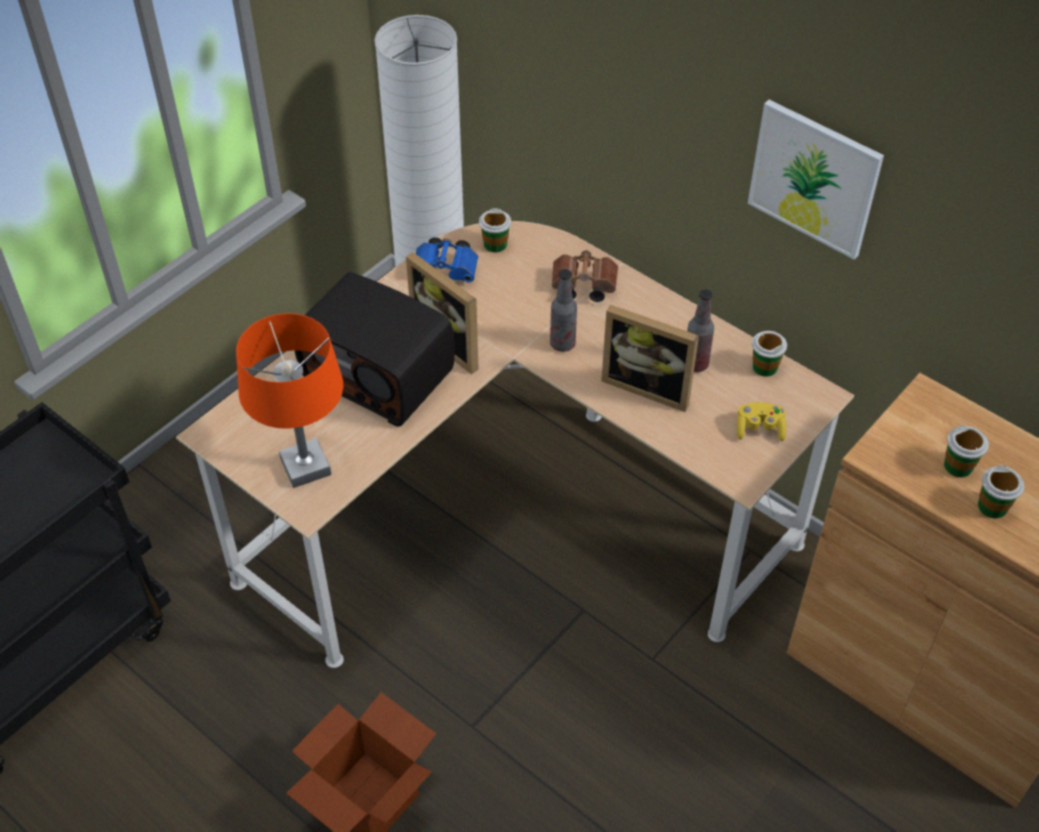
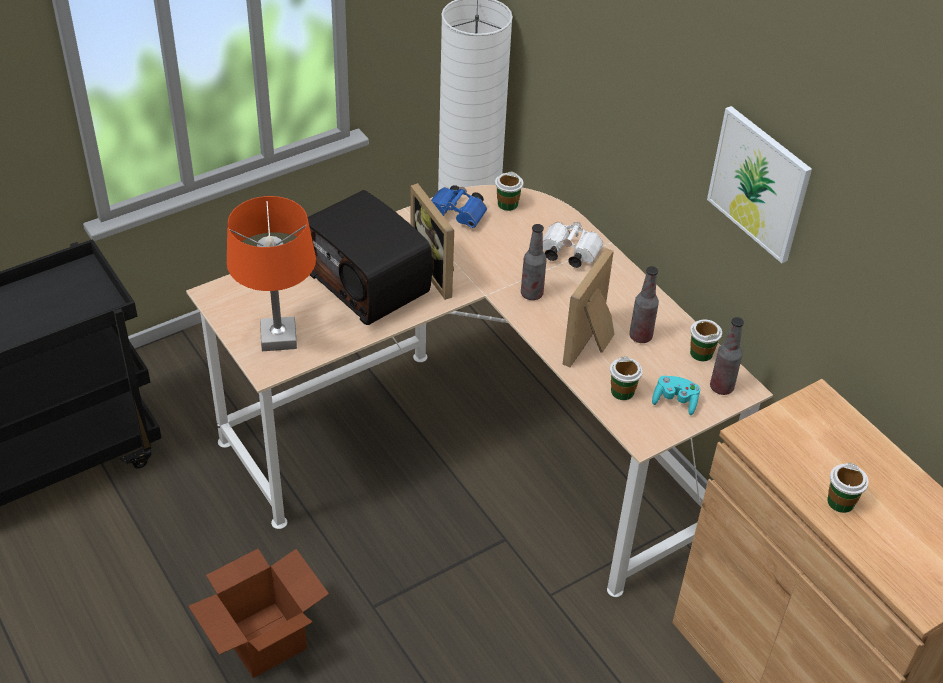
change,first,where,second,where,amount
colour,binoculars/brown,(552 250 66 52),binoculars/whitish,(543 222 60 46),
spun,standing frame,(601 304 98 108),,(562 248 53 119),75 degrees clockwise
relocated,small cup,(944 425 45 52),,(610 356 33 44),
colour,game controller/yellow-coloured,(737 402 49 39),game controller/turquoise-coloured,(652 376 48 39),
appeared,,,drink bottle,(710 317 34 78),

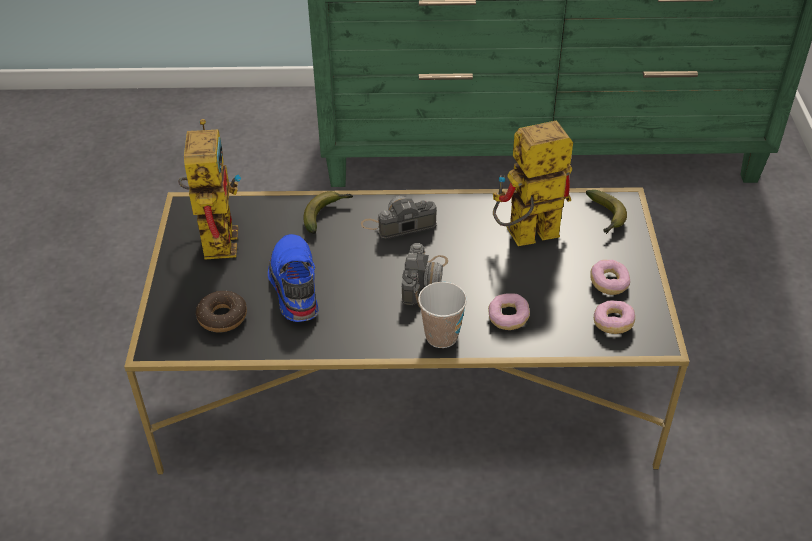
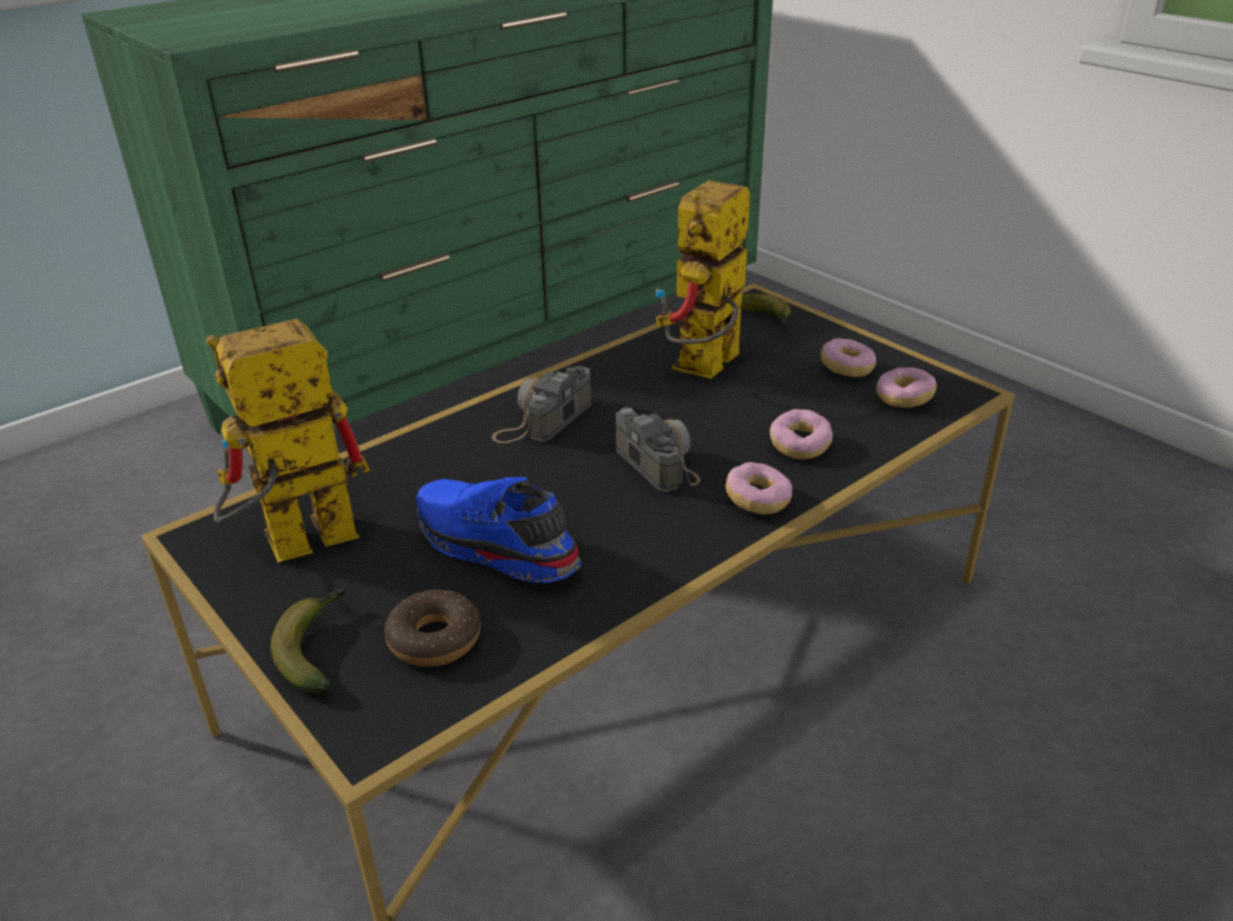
change,first,where,second,where,amount
spun,model robot,(178 119 63 140),,(206 319 164 243),75 degrees counterclockwise
relocated,whole banana,(303 191 50 43),,(271 589 75 105),
exchanged,small cup,(418 282 49 66),ring doughnut,(725 462 67 53),

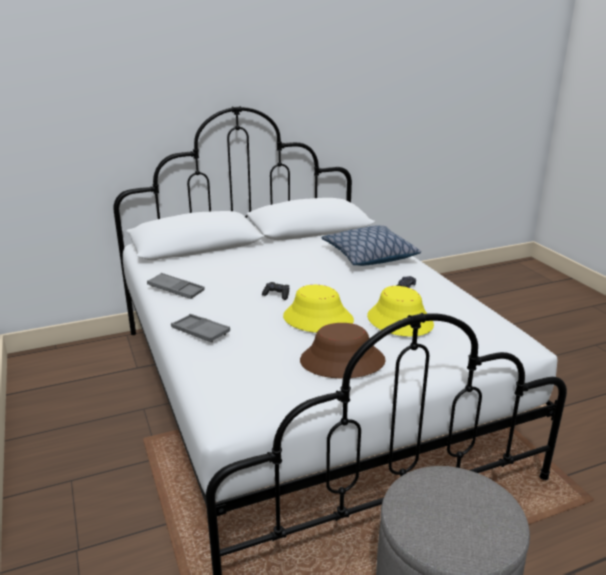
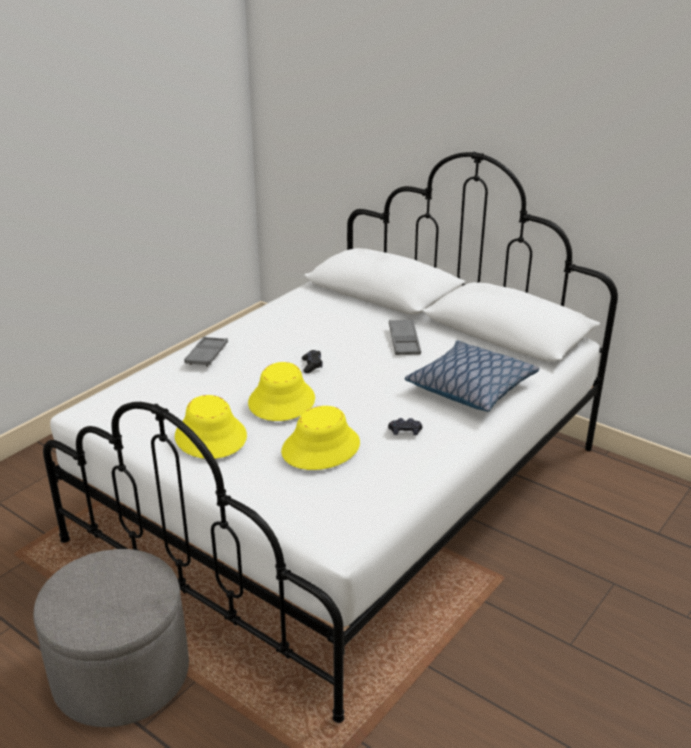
change,first,where,second,where,amount
colour,wearable hat/brown,(300 323 86 55),wearable hat/yellow-coloured,(175 395 72 64),
relocated,tray/gray,(147 273 58 26),,(389 319 32 36),

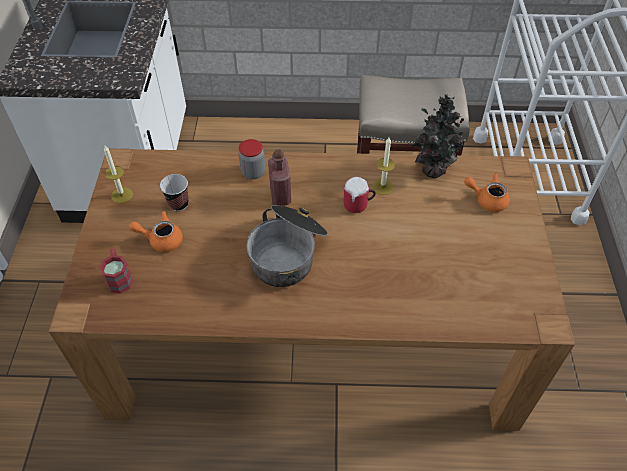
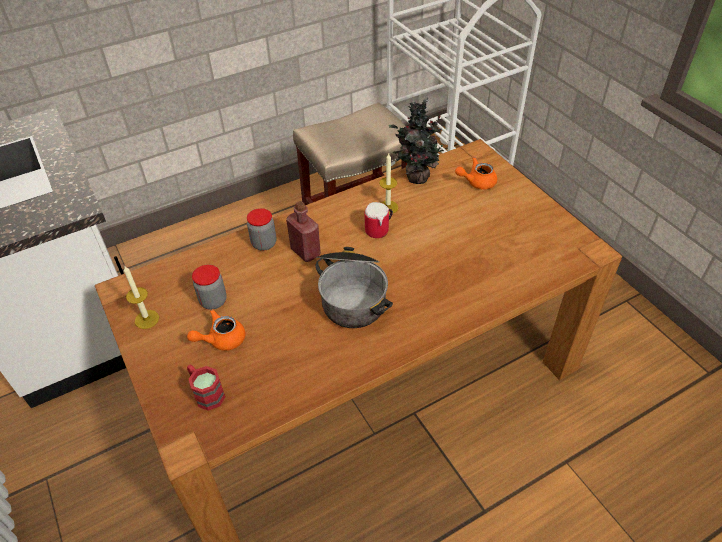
change,first,where,second,where,amount
exchanged,small cup,(160 174 29 37),storage jar,(192 265 35 45),

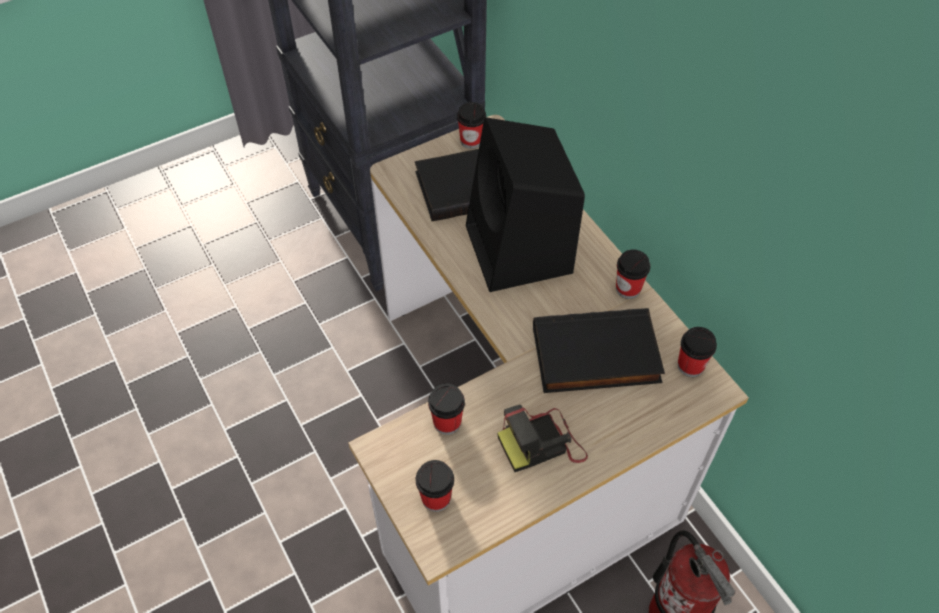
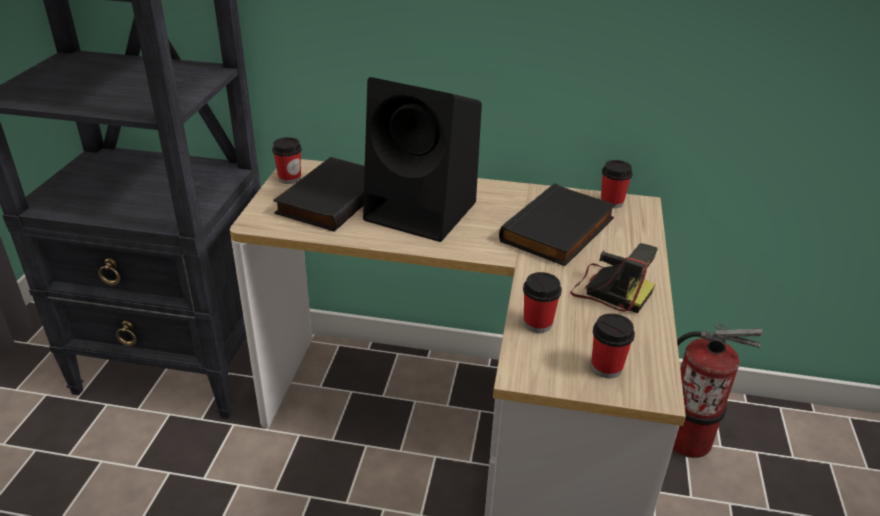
change,first,where,second,where,amount
spun,still camera,(497 405 91 67),,(570 243 88 70),75 degrees counterclockwise
missing,small cup,(616 250 34 49),,,

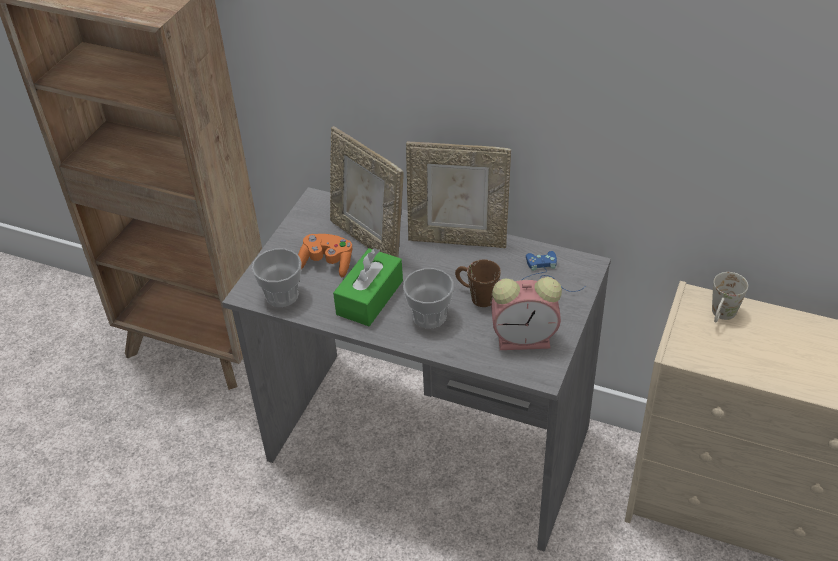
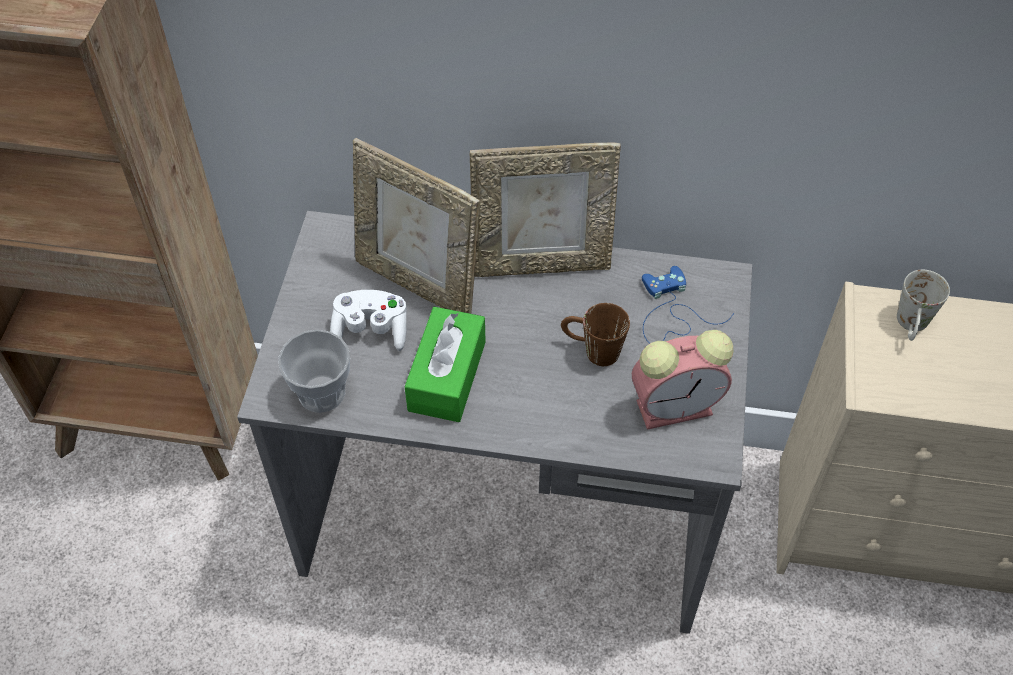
change,first,where,second,where,amount
colour,game controller/orange-coloured,(298 234 54 43),game controller/whitish,(330 290 77 61),
missing,small cup,(403 268 51 60),,,

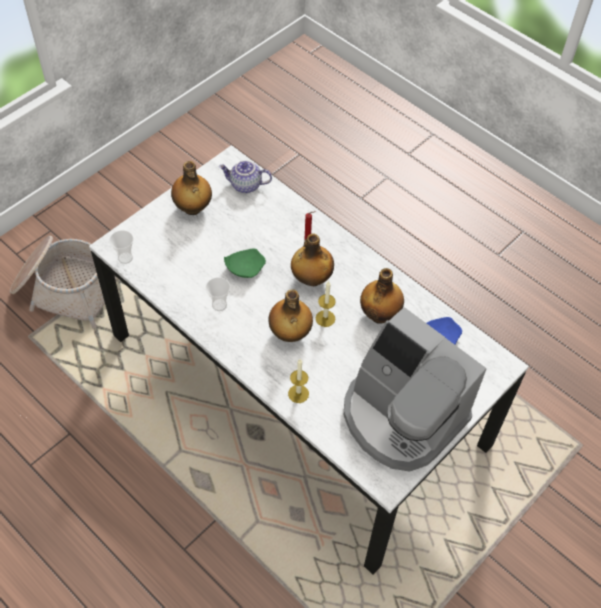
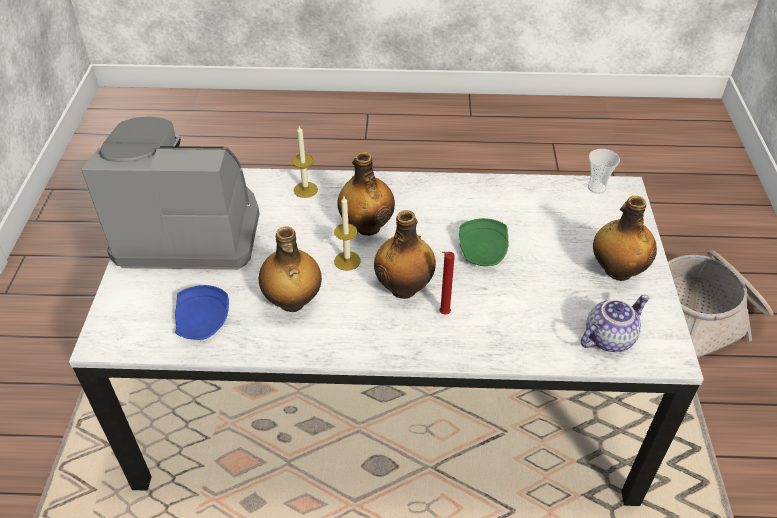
change,first,where,second,where,amount
missing,small cup,(206 277 24 34),,,

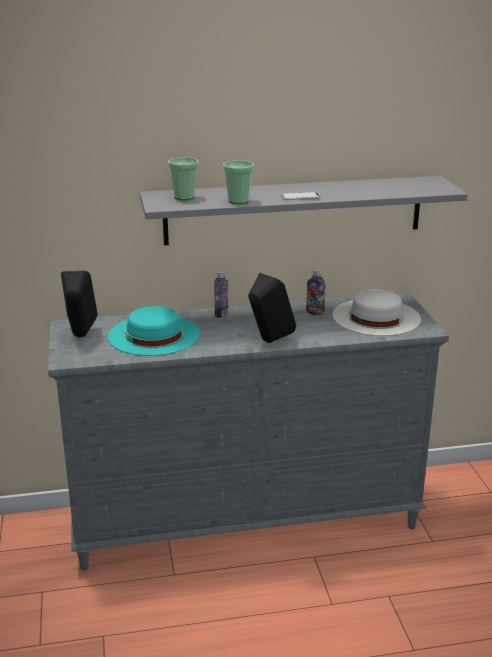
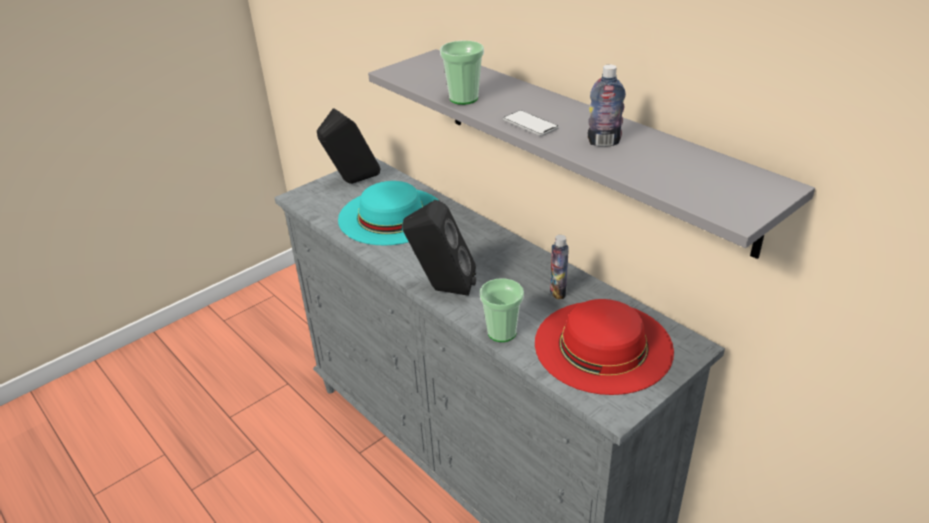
change,first,where,second,where,amount
relocated,small cup,(168 157 31 43),,(480 278 44 64),
colour,wearable hat/whitish,(332 290 89 46),wearable hat/reddish,(535 299 139 96),
relocated,drink bottle,(214 271 14 47),,(587 65 39 82),

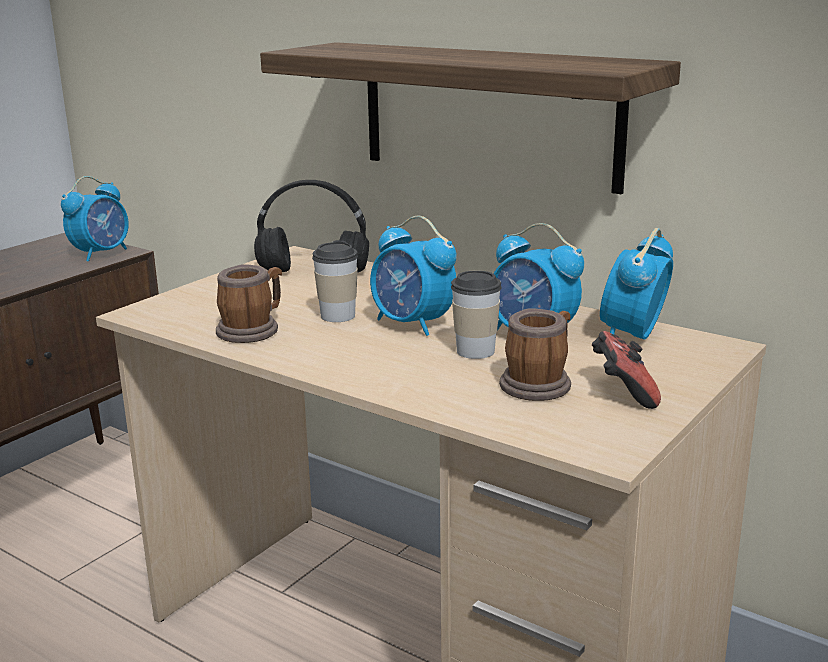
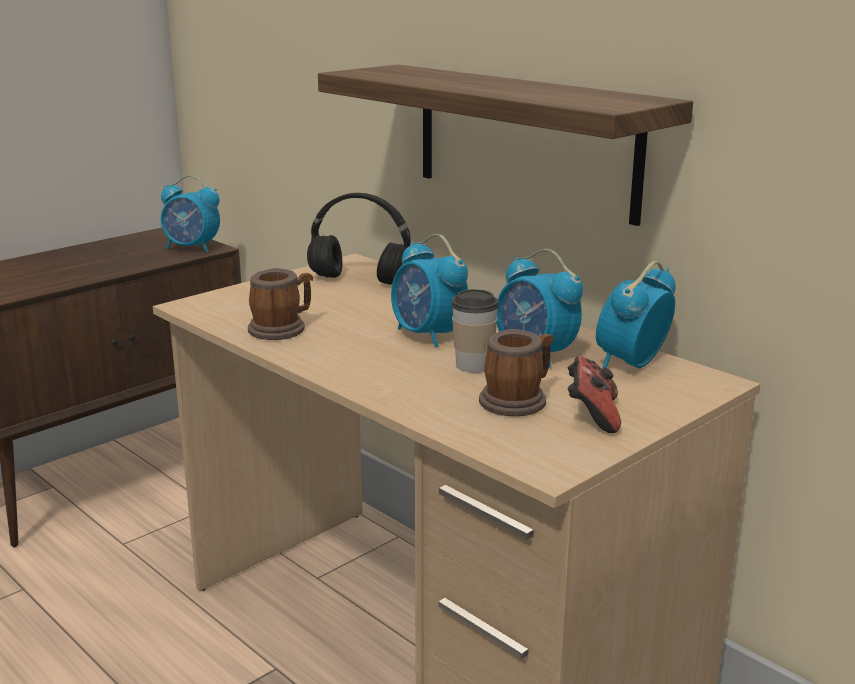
change,first,where,second,where,amount
spun,bedside clock,(61 176 68 86),,(161 175 59 77),60 degrees clockwise
missing,small cup,(312 240 46 82),,,

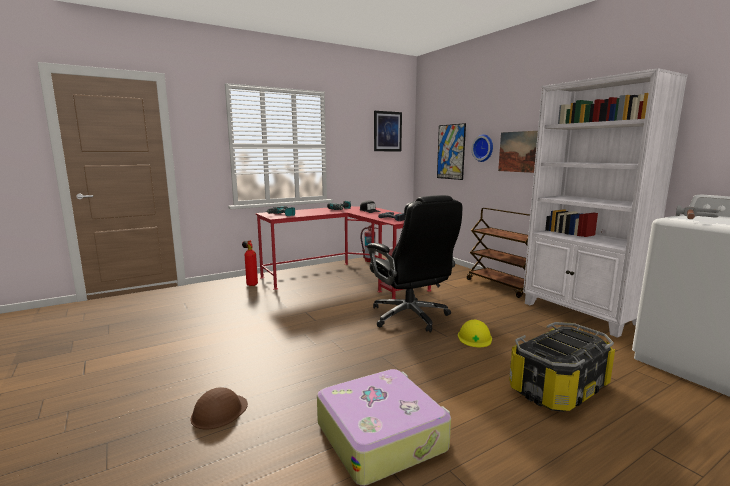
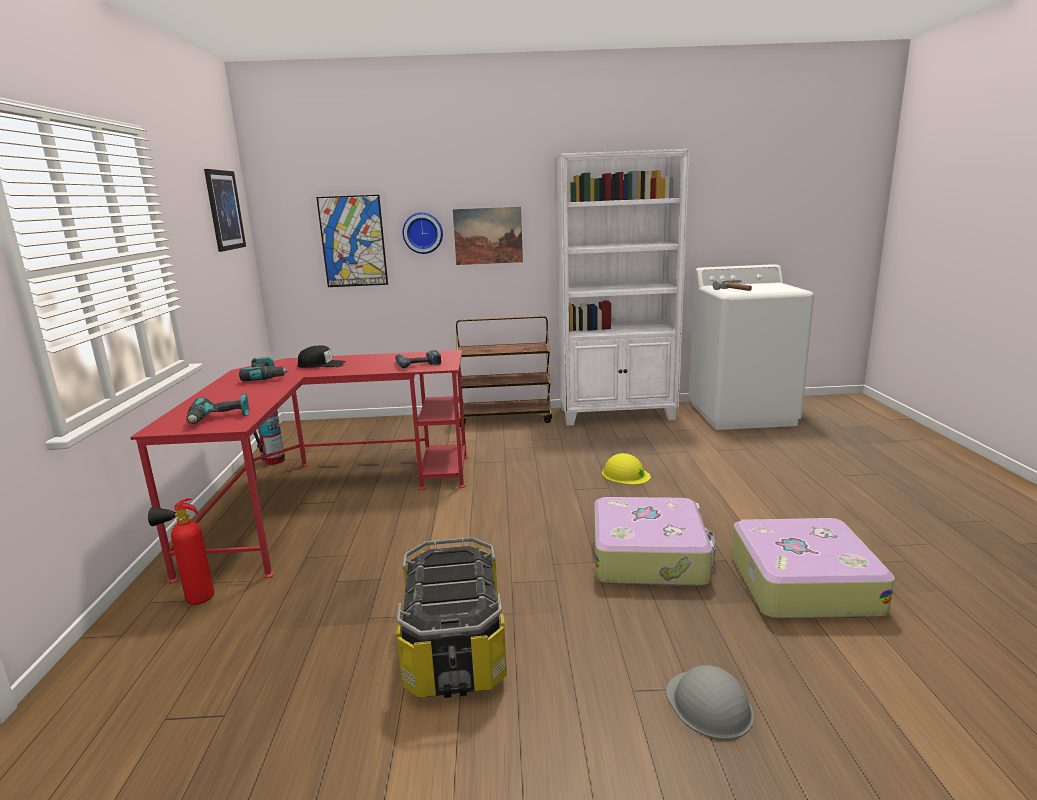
change,first,where,second,where,amount
relocated,storage box,(509 322 106 90),,(396 537 111 161),
appeared,,,piece of luggage,(594 497 122 89),
colour,hard hat/brown,(190 387 58 43),hard hat/gray,(666 665 88 75),
missing,desk chair/blackish,(367 195 95 138),,,

